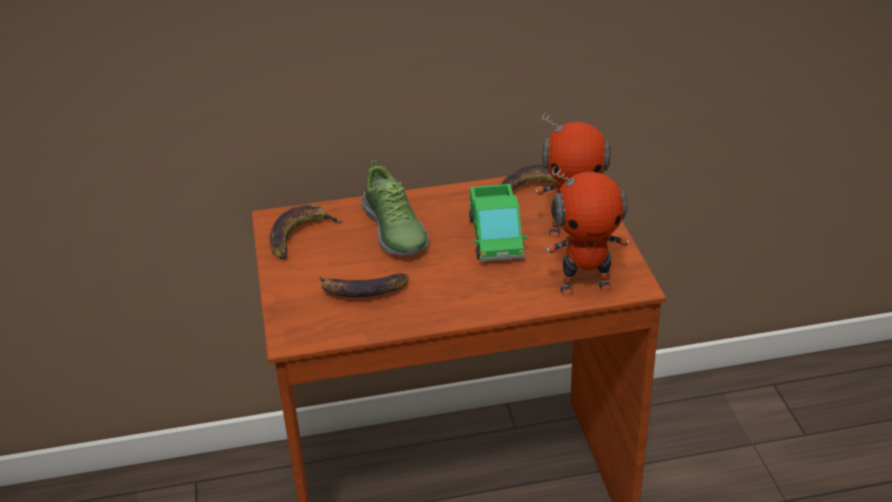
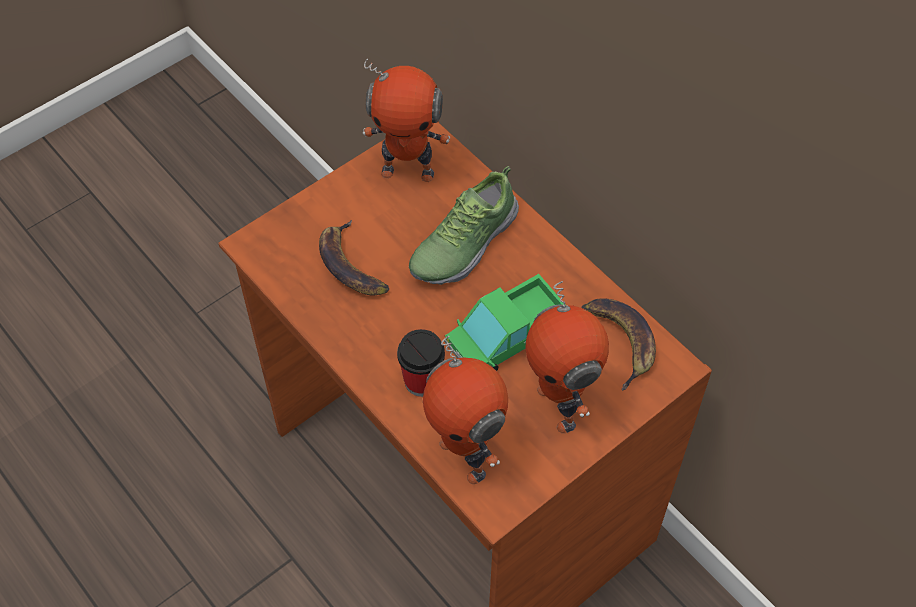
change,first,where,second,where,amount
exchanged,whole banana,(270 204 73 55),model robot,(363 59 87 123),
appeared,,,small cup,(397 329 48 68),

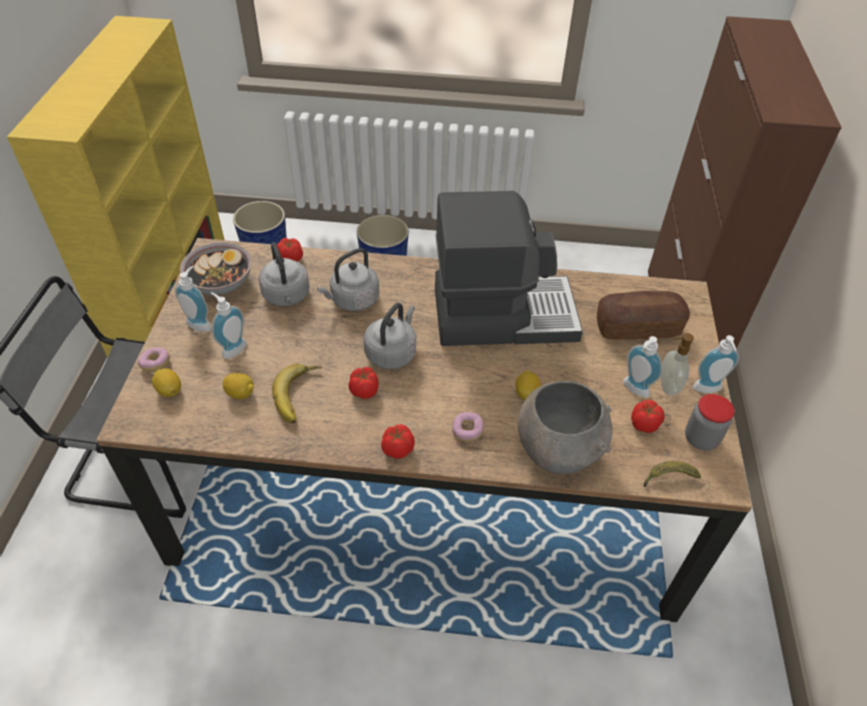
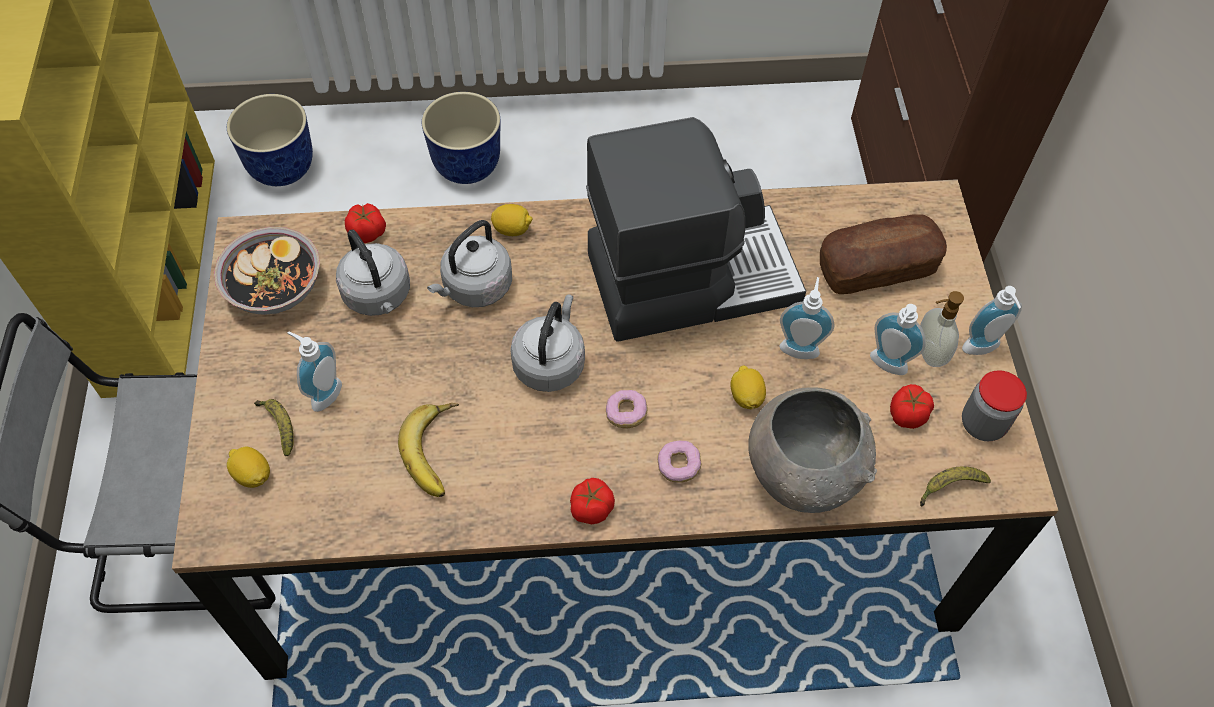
change,first,where,second,where,amount
appeared,,,whole banana,(254 399 40 57),
relocated,lemon,(223 373 31 26),,(491 204 42 32),
relocated,ring doughnut,(138 348 32 24),,(606 390 42 38),
relocated,soap dispenser,(175 266 36 66),,(779 277 56 82),
missing,tomato,(348 367 31 32),,,

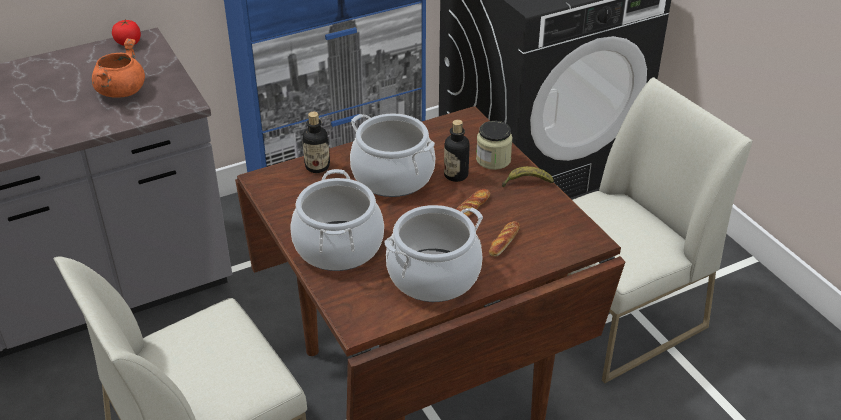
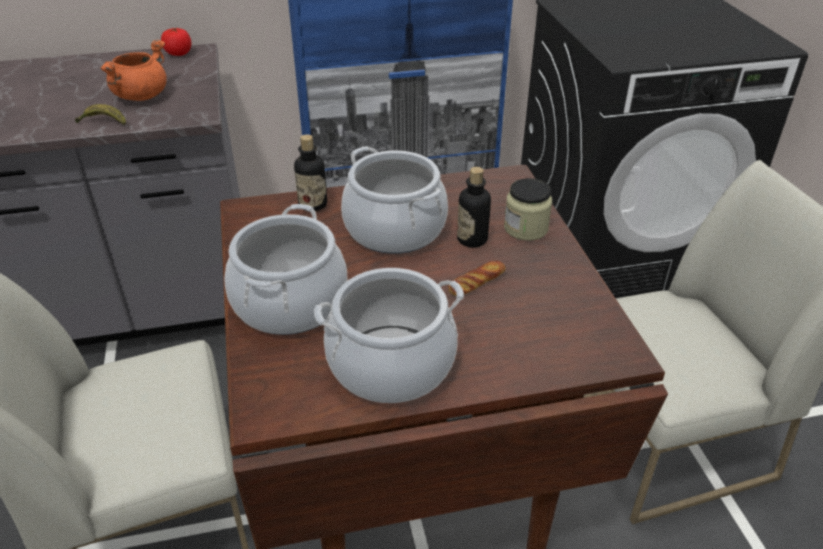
change,first,where,second,where,amount
relocated,whole banana,(502 166 52 21),,(75 104 51 21),
missing,bakery bread,(489 221 31 35),,,

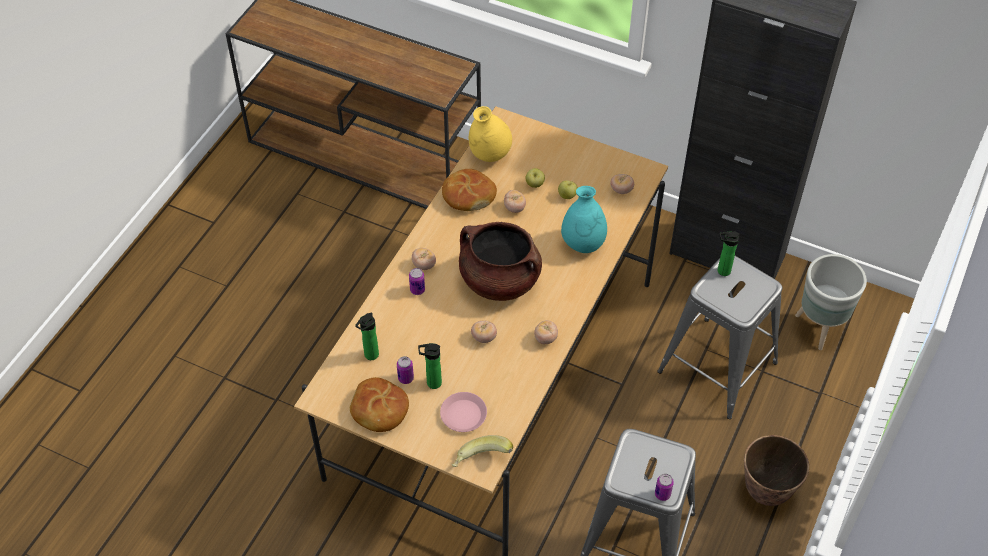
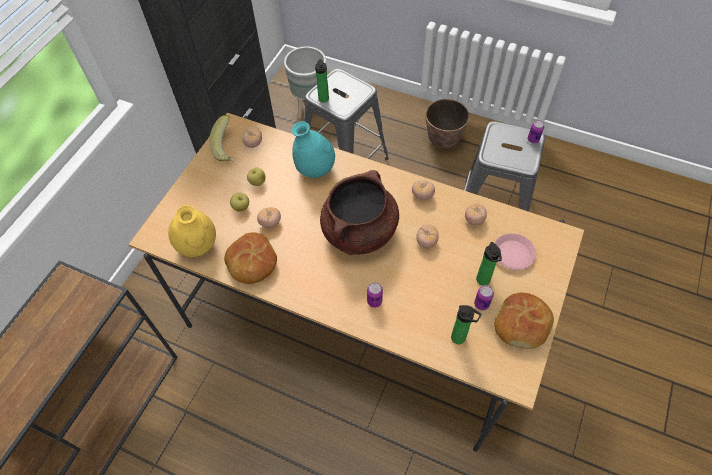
change,first,where,second,where,amount
relocated,whole banana,(452 435 61 32),,(209 115 25 47),
relocated,tomato,(412 248 24 22),,(465 203 22 22),

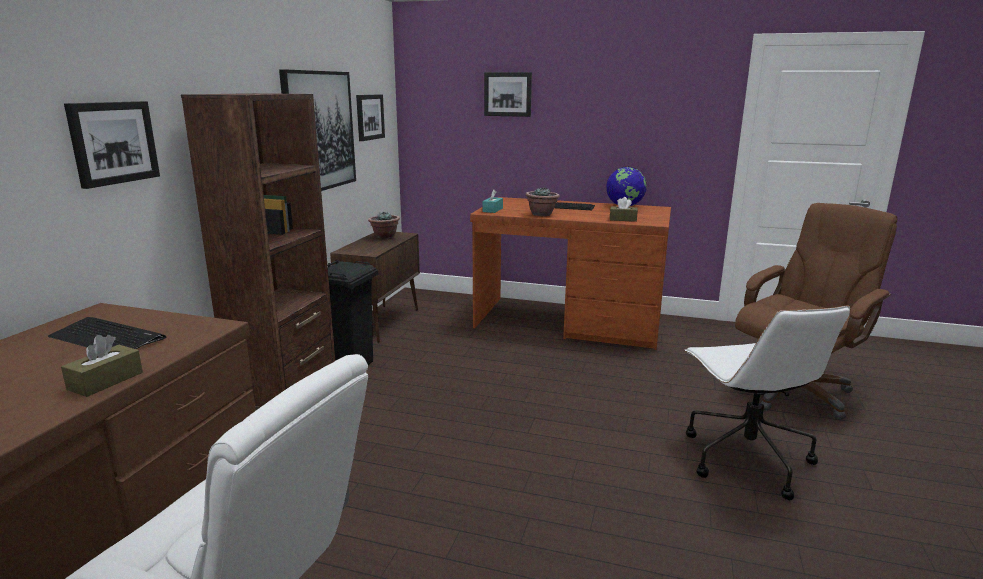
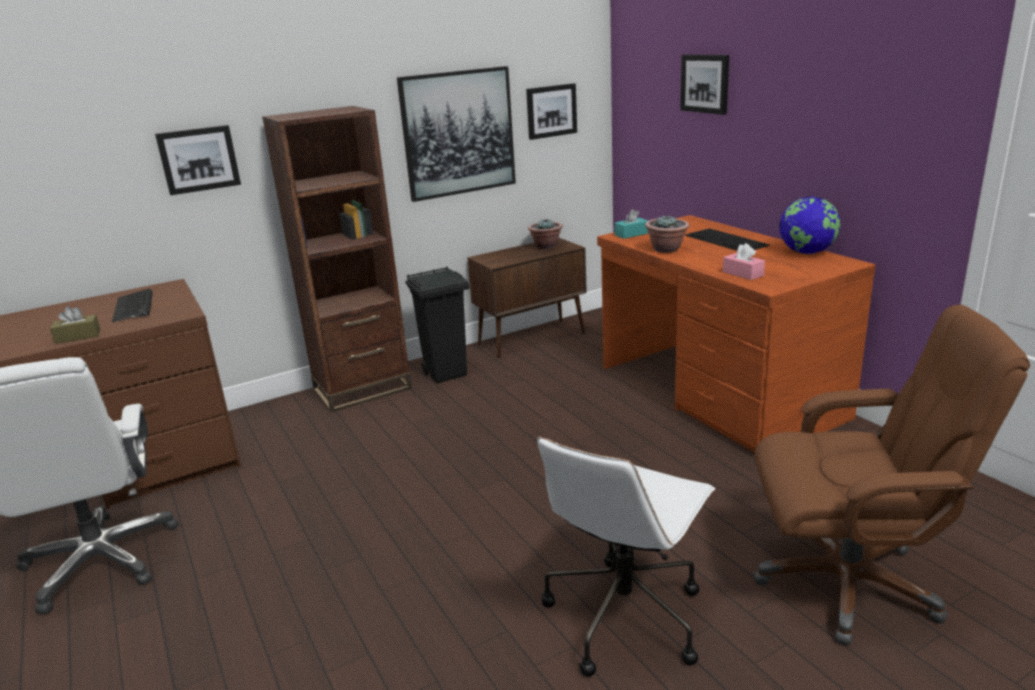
change,first,where,second,where,amount
colour,tissue box/brown,(610 197 28 25),tissue box/pink,(723 243 42 37),

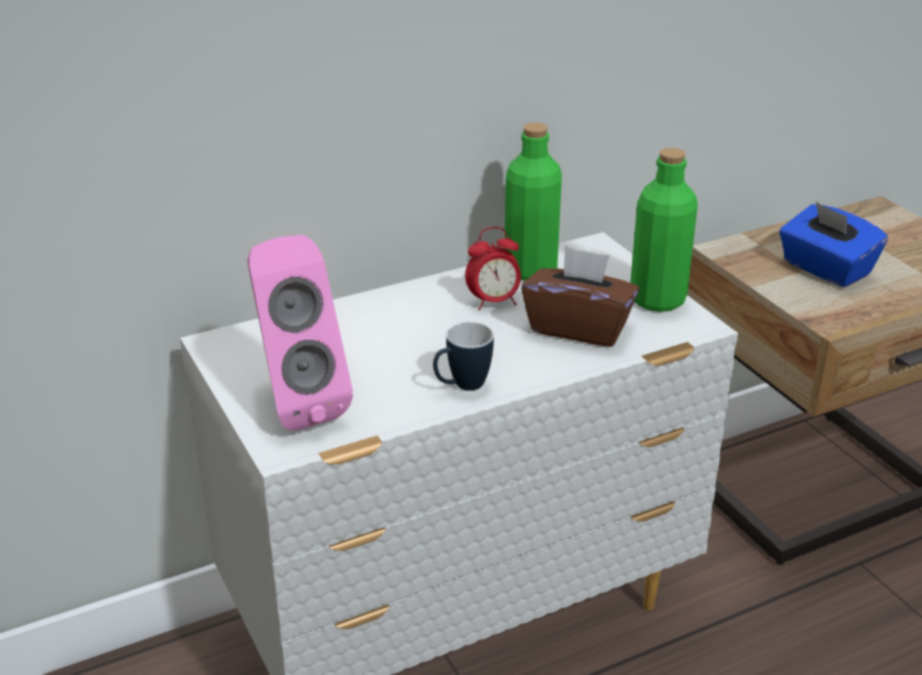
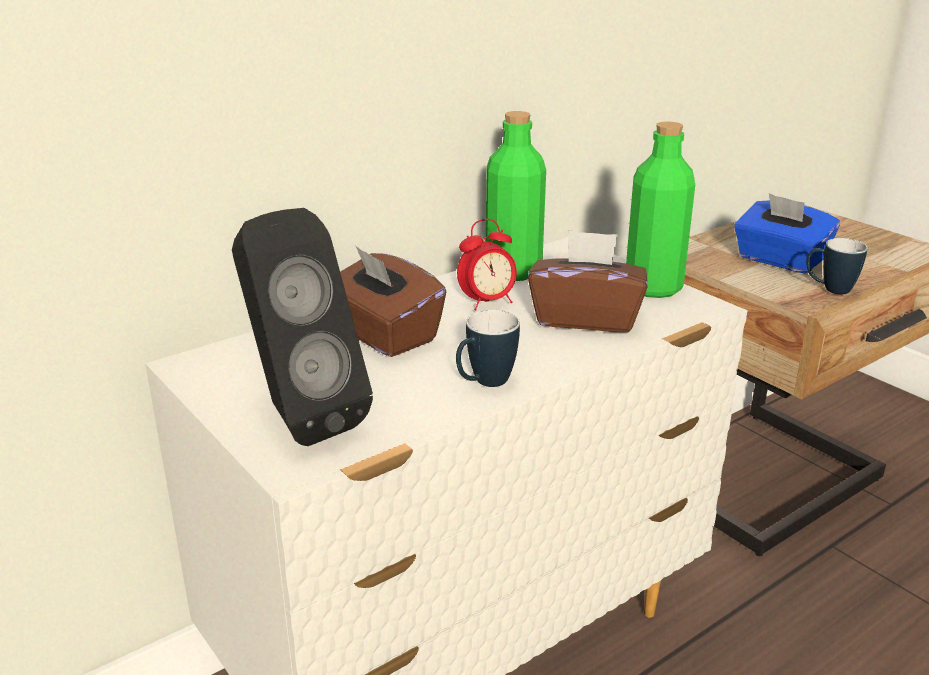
change,first,where,second,where,amount
colour,speaker/pink,(247 235 106 196),speaker/blackish,(232 208 141 238),
appeared,,,tissue box/brown,(340 246 106 111),
appeared,,,coffee mug,(806 238 62 56),

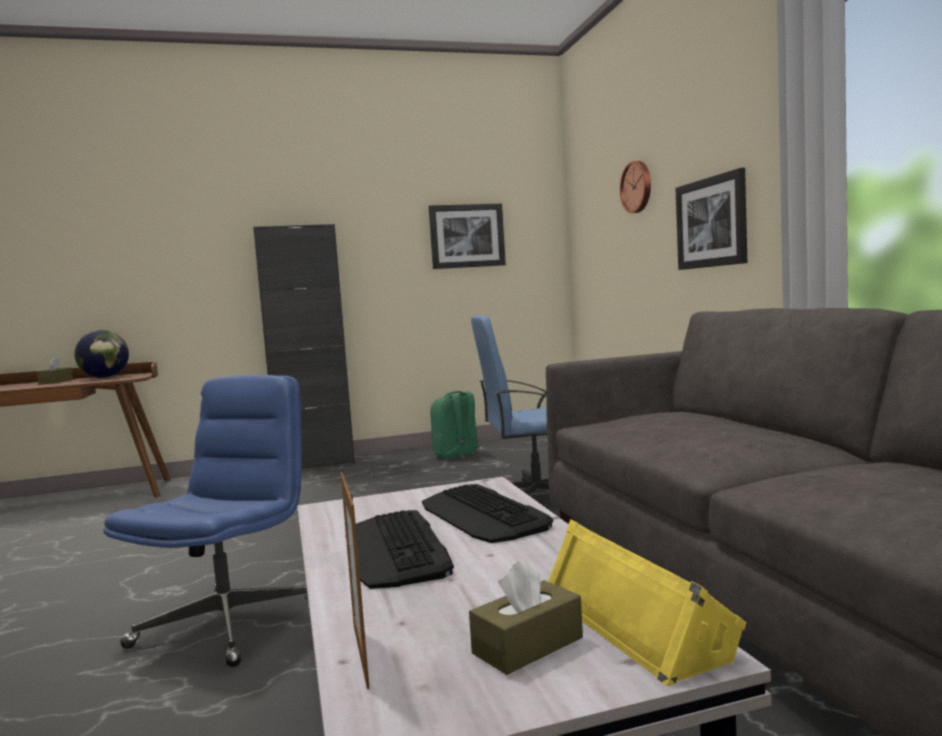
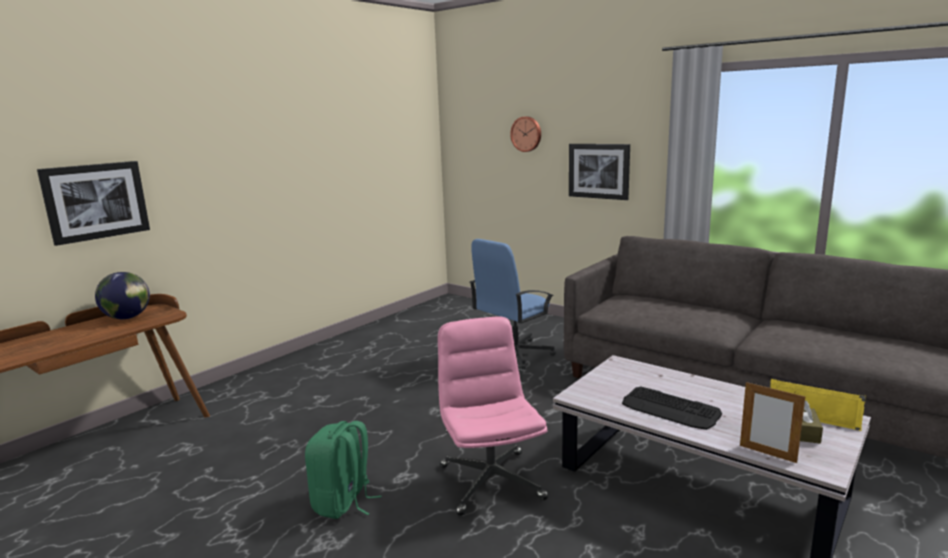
change,first,where,second,where,amount
relocated,wall picture,(429 204 77 65),,(37 161 113 85),
relocated,rucksack/green,(430 391 52 68),,(305 421 77 98),
colour,desk chair/bluish,(103 375 205 292),desk chair/pink,(438 316 110 200),
missing,tissue box/brown,(37 357 36 27),,,
missing,storage cabinet/blackish,(253 224 102 245),,,
missing,PC keyboard,(422 484 131 59),,,

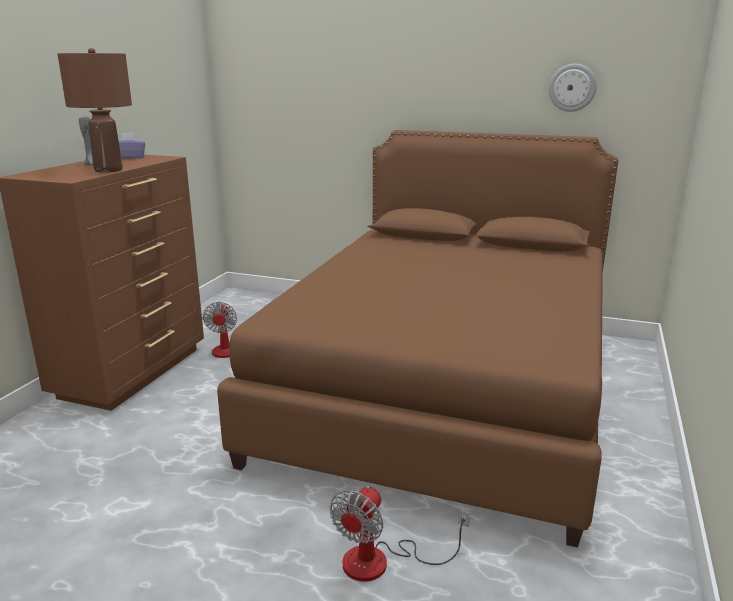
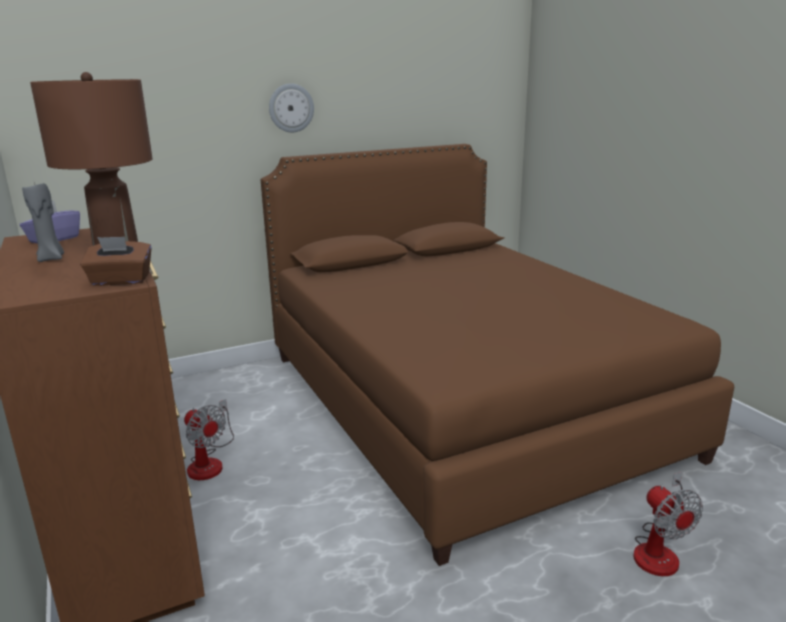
change,first,where,second,where,amount
appeared,,,tissue box/brown,(80 237 71 49),
relocated,wall clock,(549 64 48 48),,(269 83 45 49),

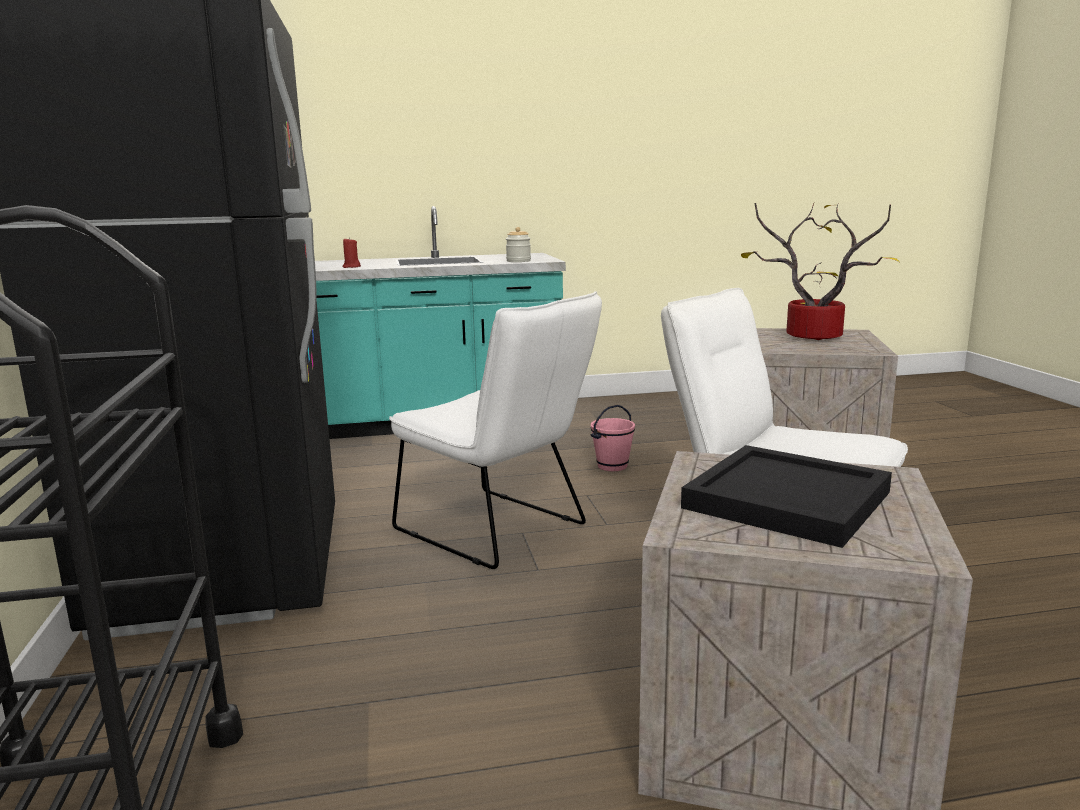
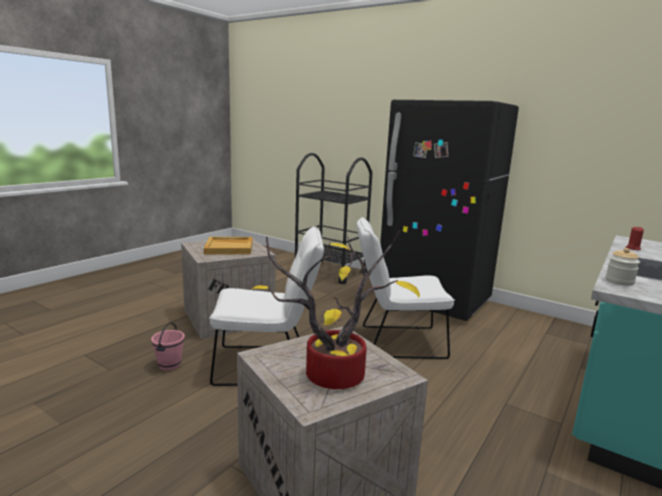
change,first,where,second,where,amount
relocated,bucket/pink,(590 405 45 66),,(151 322 34 48),
colour,tray/blackish,(681 445 211 103),tray/beige-coloured,(204 237 48 18),

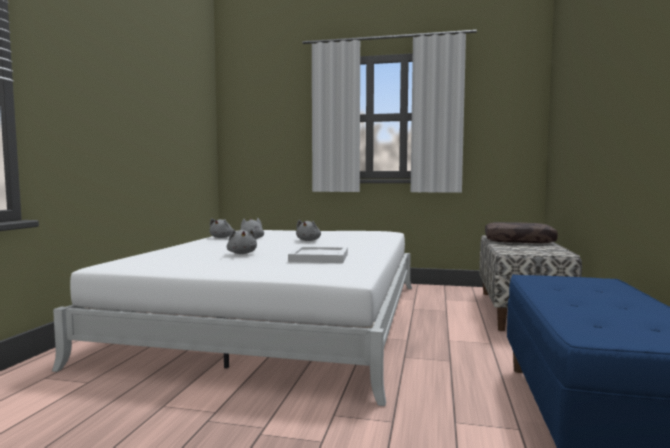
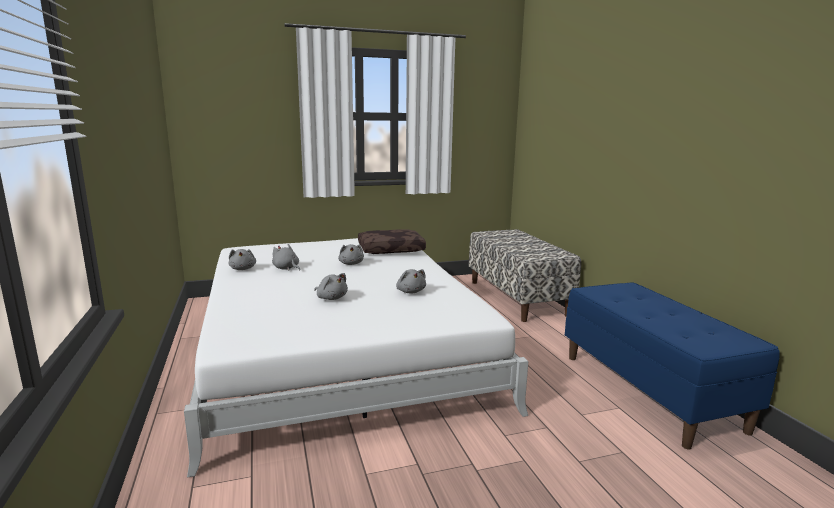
change,first,where,second,where,amount
relocated,throw pillow/brown,(485 222 73 21),,(358 229 68 25),
exchanged,tray/whitish,(288 246 60 17),plush toy/gray,(396 269 30 25),

